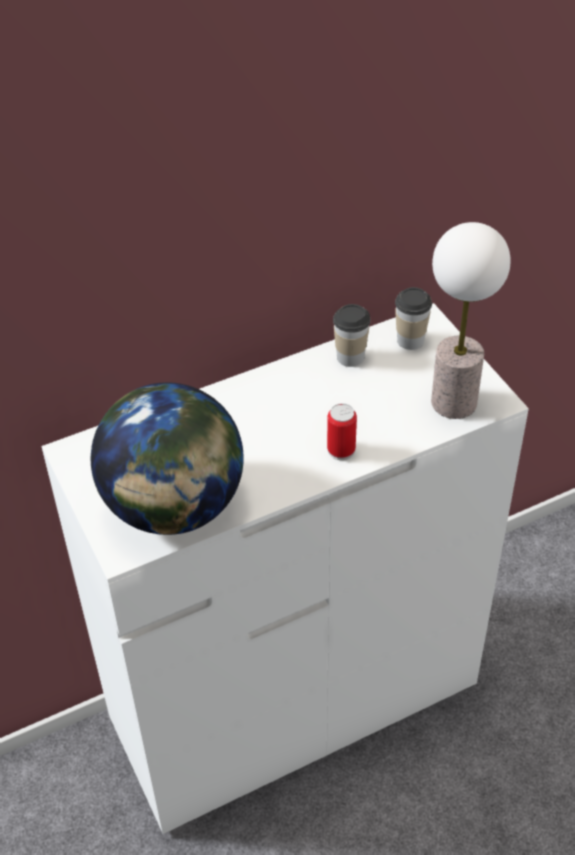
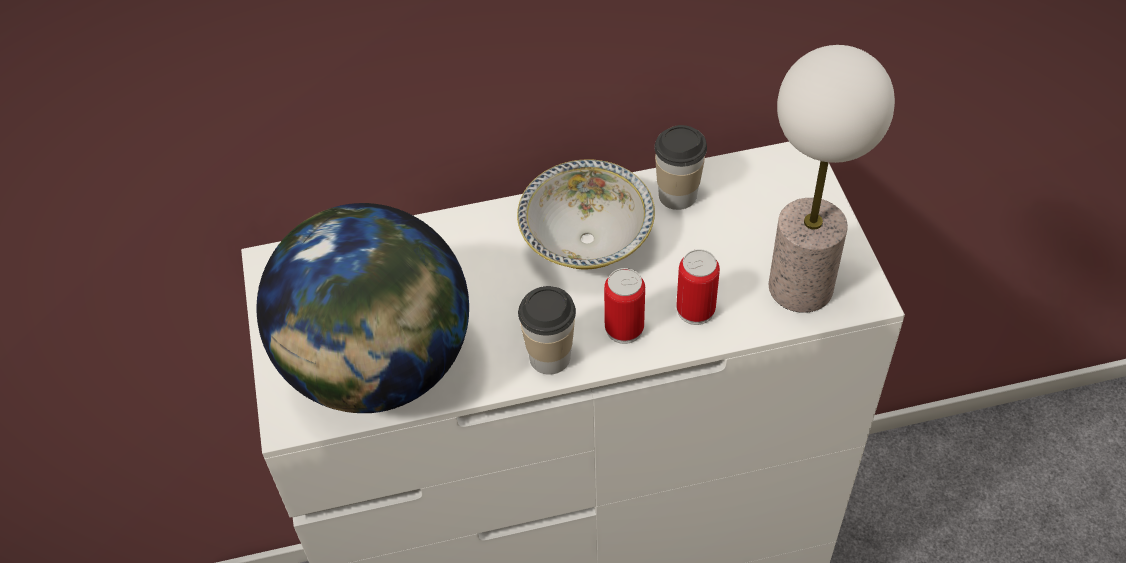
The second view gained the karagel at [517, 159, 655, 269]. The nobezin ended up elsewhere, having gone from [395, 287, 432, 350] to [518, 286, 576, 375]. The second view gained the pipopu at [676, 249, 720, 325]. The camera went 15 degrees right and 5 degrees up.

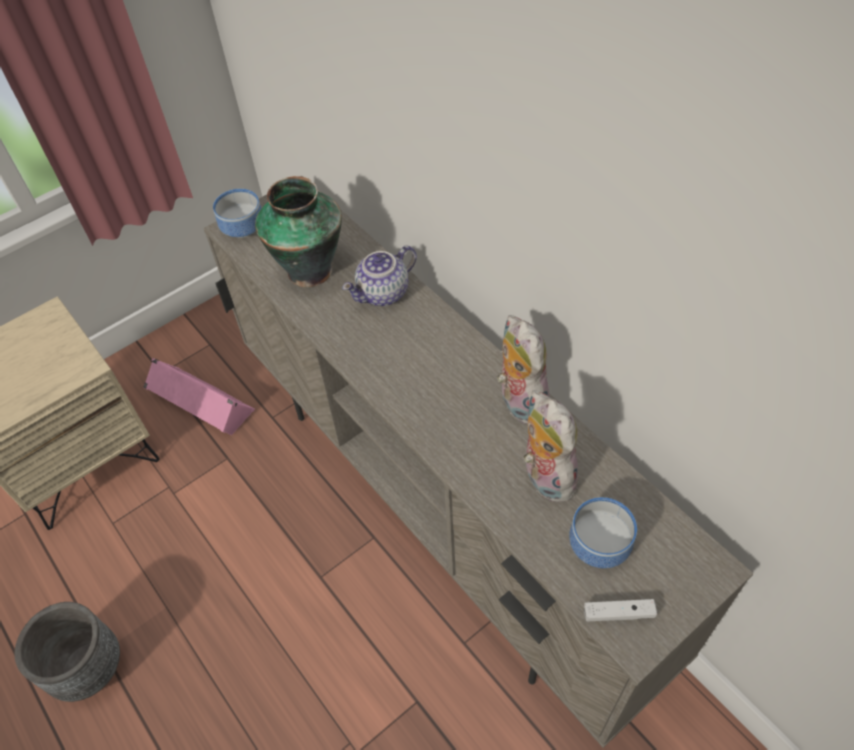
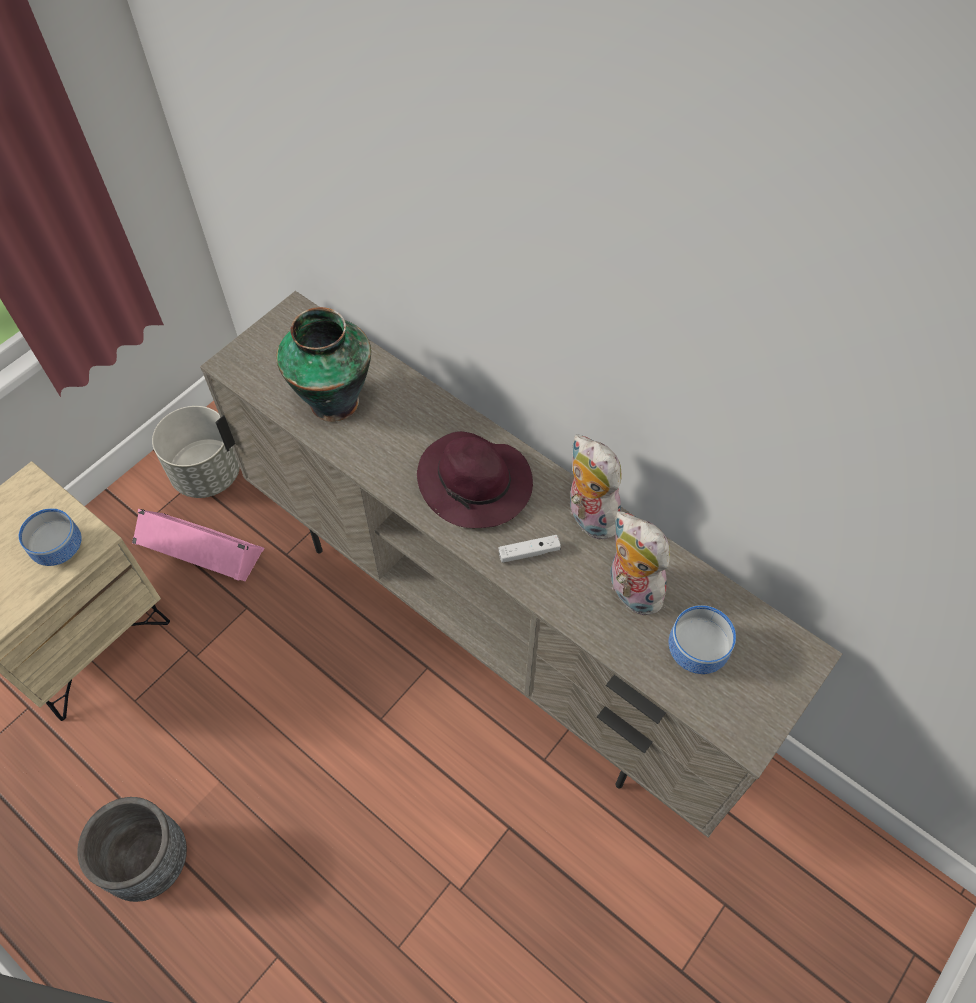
The karagel ended up elsewhere, having gone from [213, 189, 261, 238] to [19, 508, 82, 566]. The second view gained the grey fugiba at [152, 406, 240, 498]. The second view gained the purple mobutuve at [417, 431, 533, 528]. The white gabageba ended up elsewhere, having gone from [584, 599, 657, 621] to [499, 535, 561, 563]. The second view lost the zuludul at [342, 246, 417, 306]. The camera went 15 degrees left and 5 degrees up.

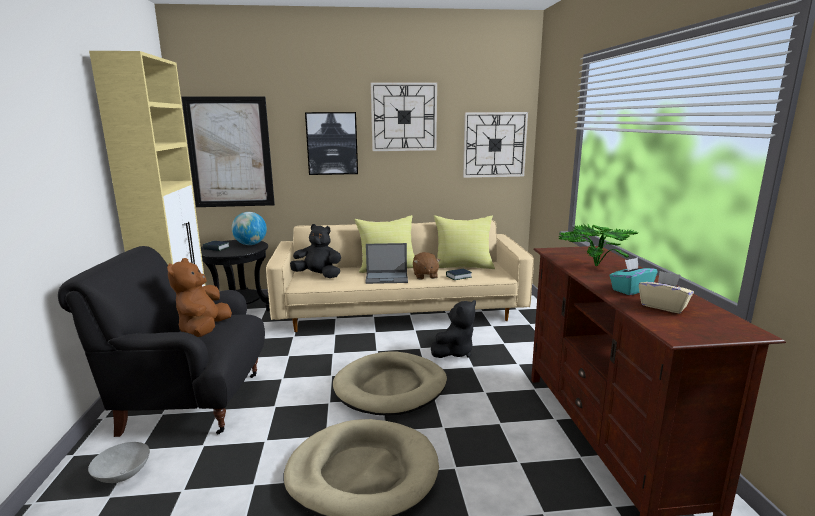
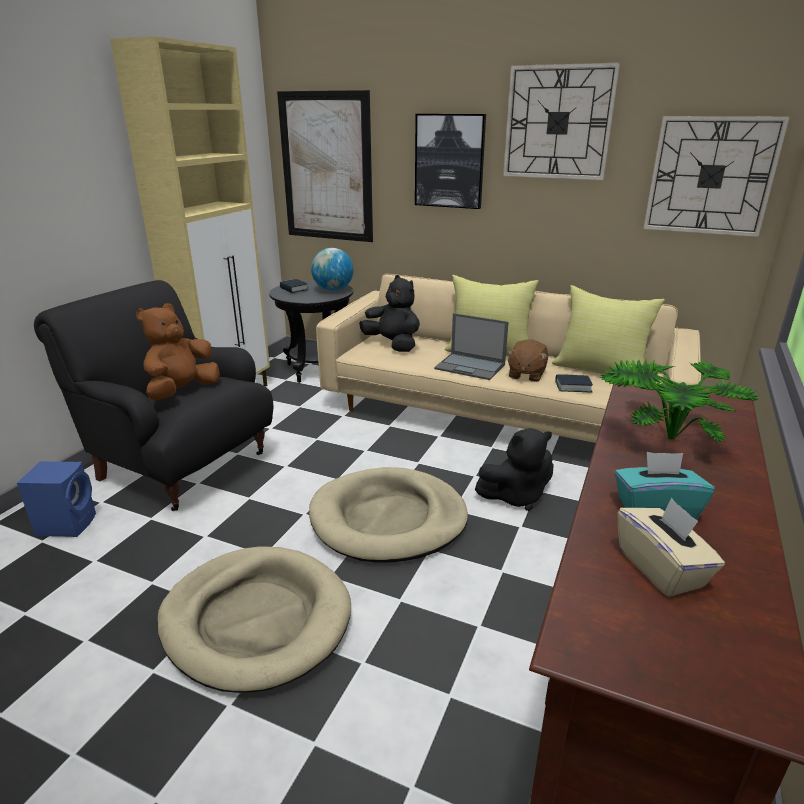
Where the grey karagel stood at [88, 442, 150, 483], the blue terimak came to stand at [17, 461, 96, 537]. The camera went 30 degrees right and 10 degrees up.

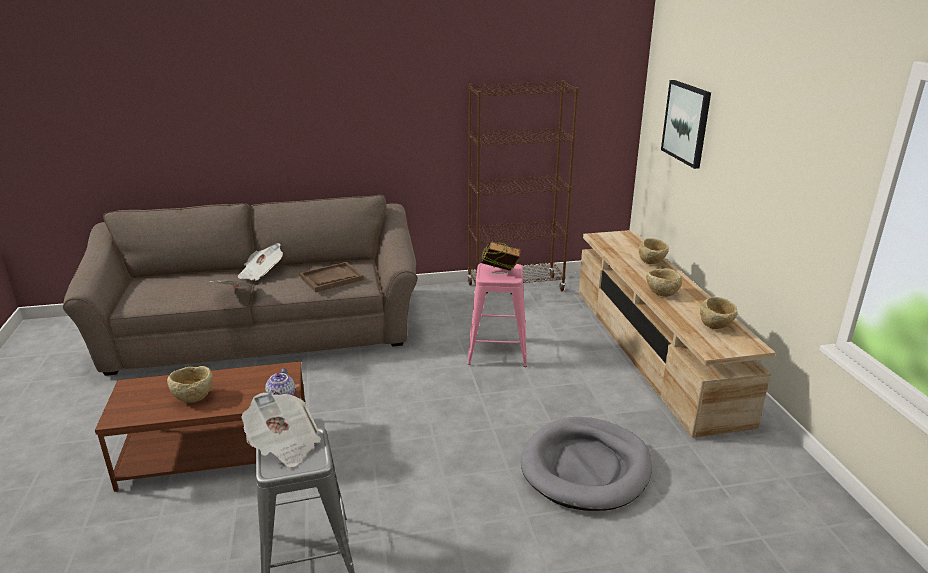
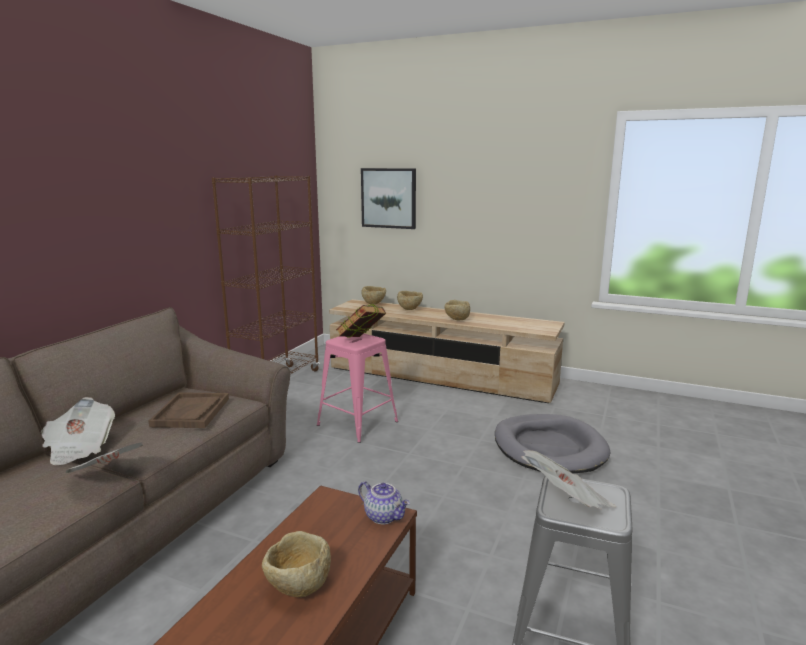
The beige karagel ended up elsewhere, having gone from [700, 297, 738, 329] to [361, 286, 386, 305]. The camera went 55 degrees left and 10 degrees down.

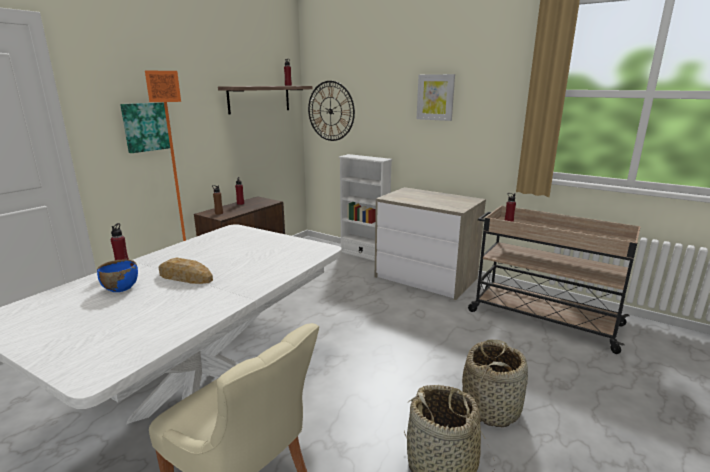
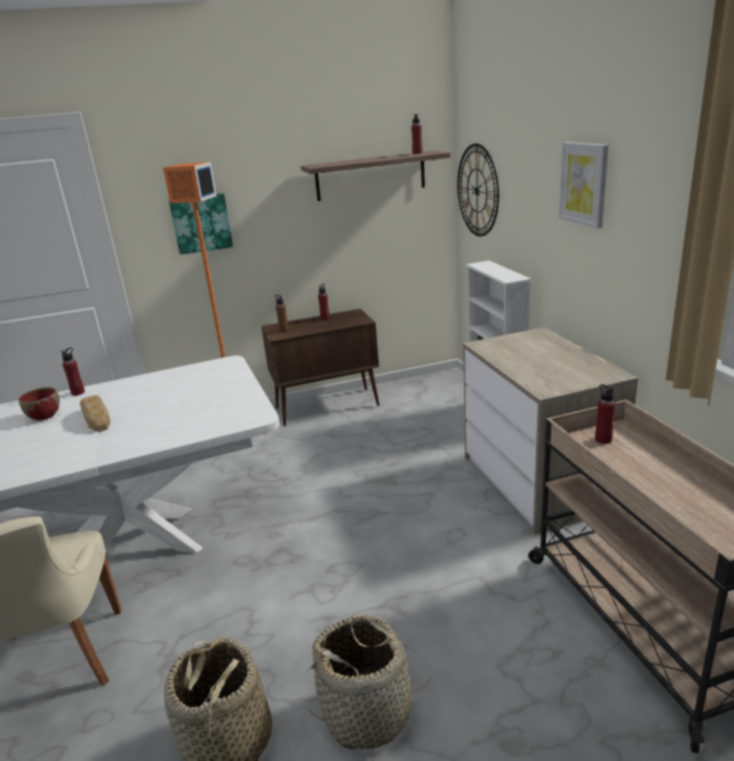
What was the blue karagel at [97, 259, 138, 292] turned into the red karagel at [19, 387, 60, 420]. The camera went 40 degrees right and 5 degrees up.

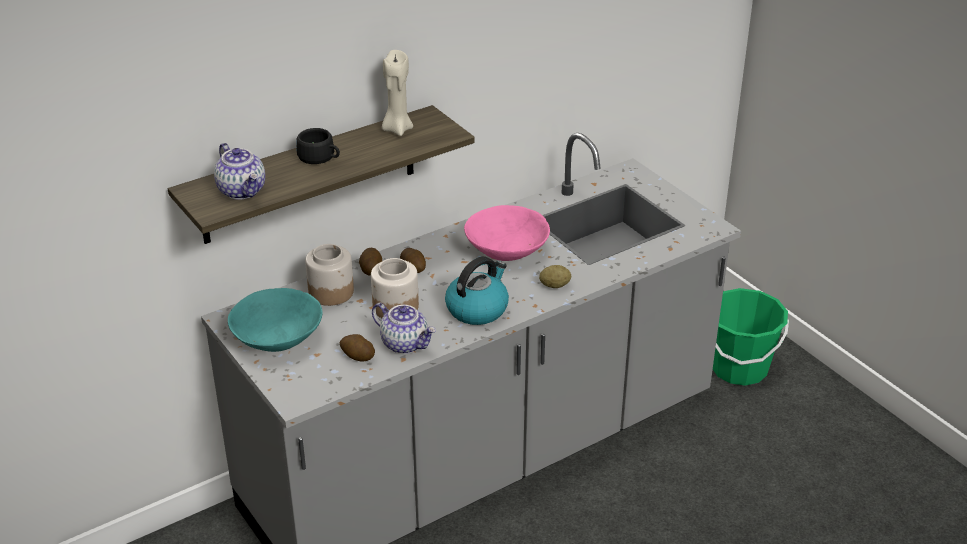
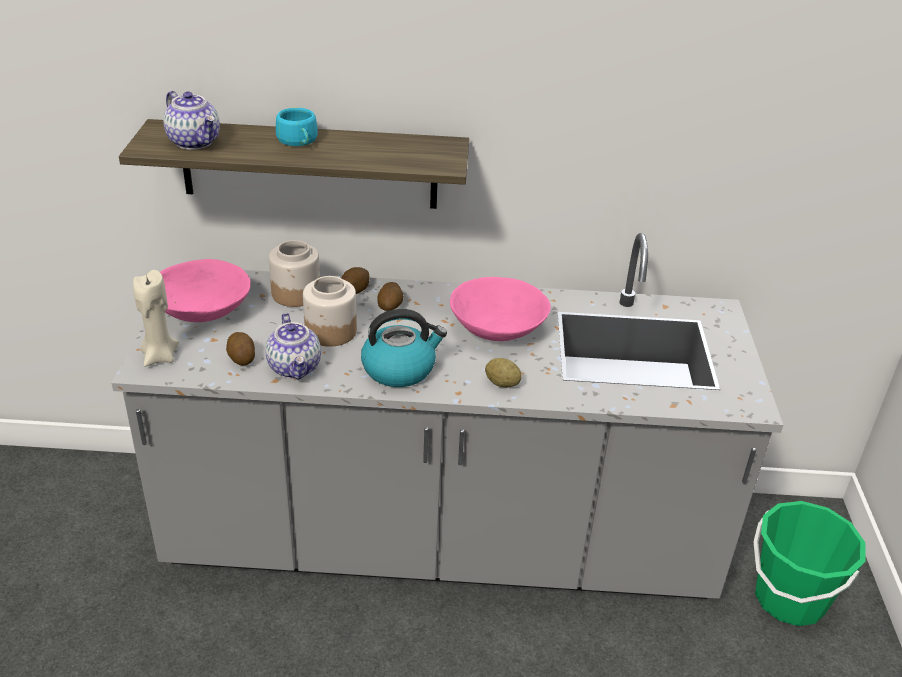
The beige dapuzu ended up elsewhere, having gone from [382, 50, 413, 136] to [133, 270, 179, 367]. What was the turquoise karagel at [228, 288, 323, 352] turned into the pink karagel at [160, 259, 251, 322]. The zuludul at [214, 143, 265, 200] ended up facing another way, 45 degrees counterclockwise from before. What was the black nobezin at [296, 128, 340, 164] turned into the turquoise nobezin at [276, 108, 318, 146]. The camera went 35 degrees right and 0 degrees up.

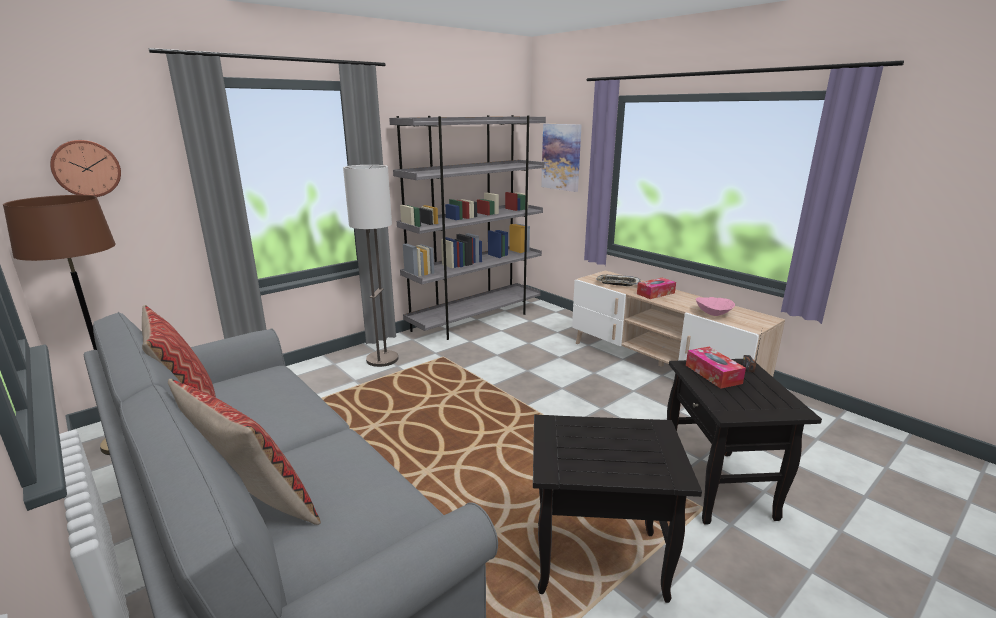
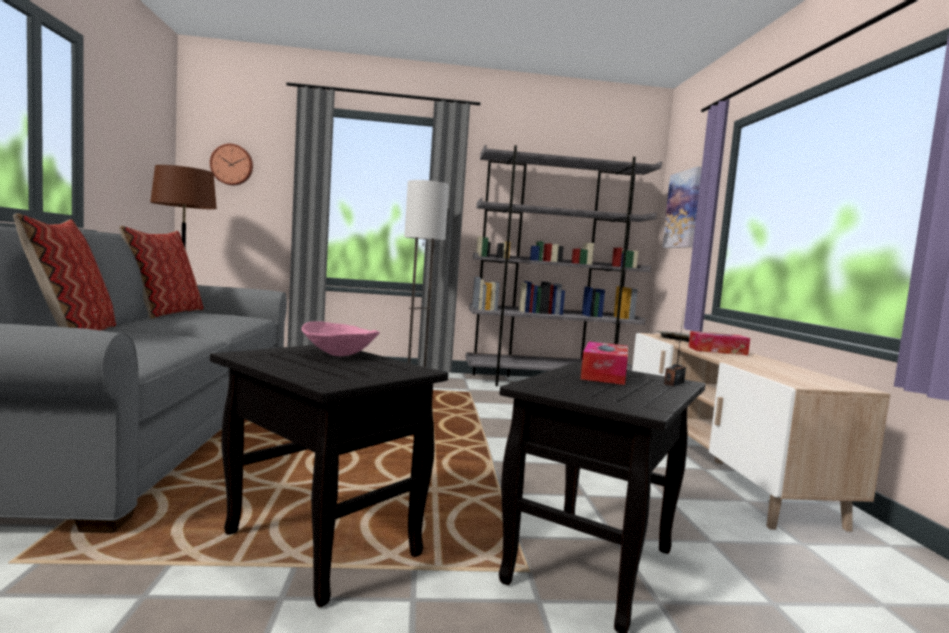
The pink karagel ended up elsewhere, having gone from [696, 297, 735, 316] to [302, 322, 380, 356]. The camera went 35 degrees right and 15 degrees down.

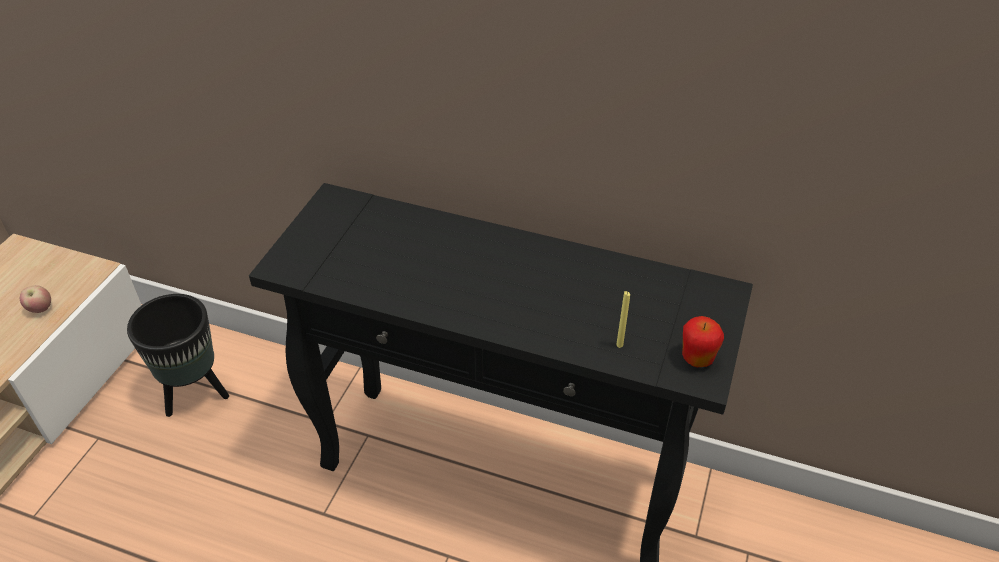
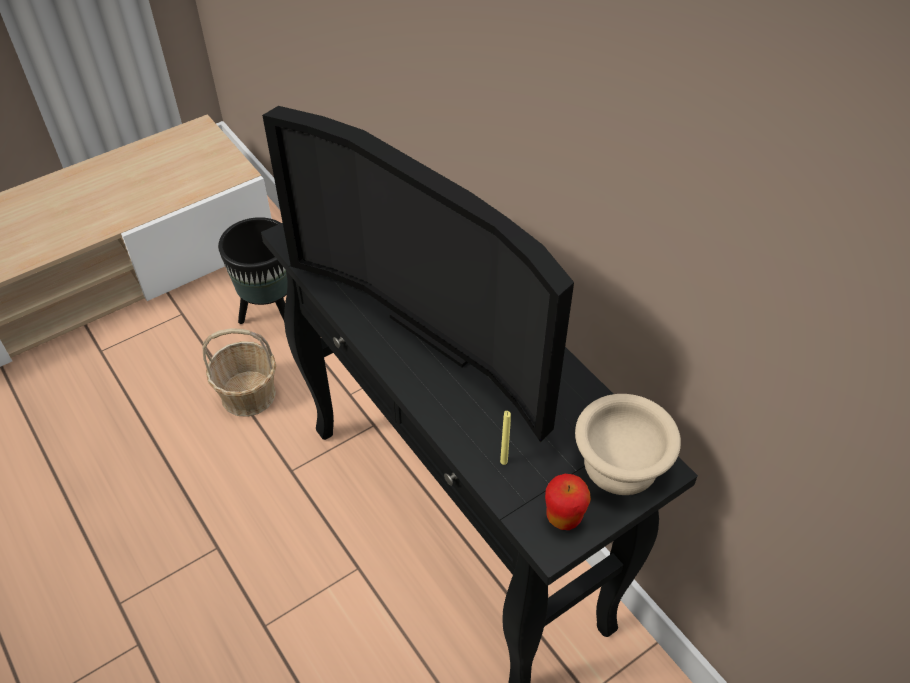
The second view gained the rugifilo at [202, 328, 276, 417]. The second view gained the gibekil at [262, 106, 574, 442]. The second view gained the beige karagel at [575, 394, 681, 495]. The second view lost the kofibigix at [20, 285, 51, 313]. The camera went 35 degrees right and 5 degrees up.

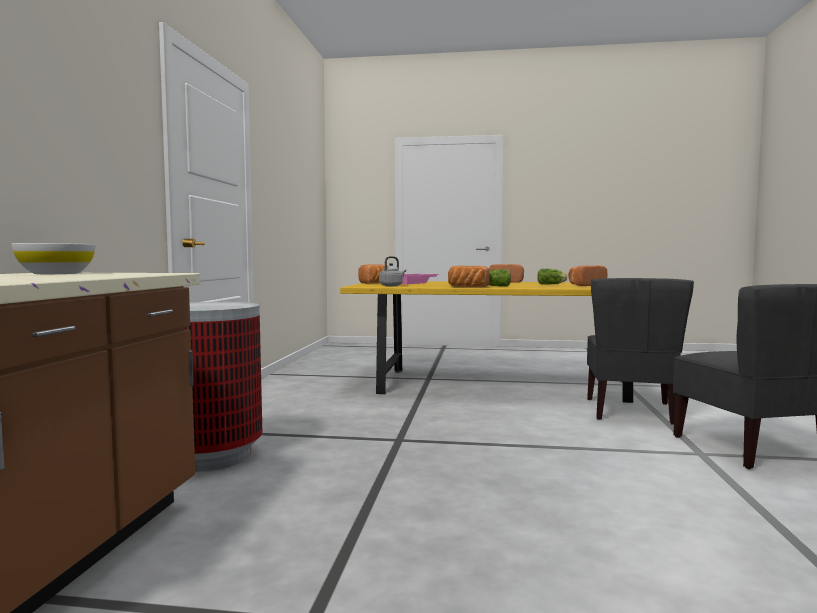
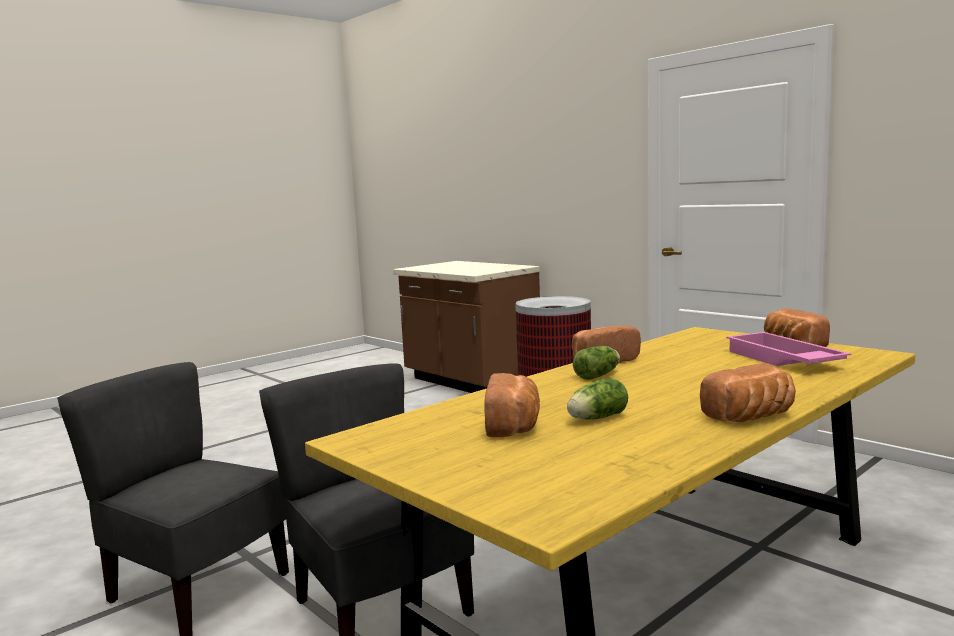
The second view lost the white karagel at [12, 243, 95, 274]. The second view lost the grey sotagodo at [379, 256, 406, 286]. The camera went 130 degrees right and 5 degrees up.

